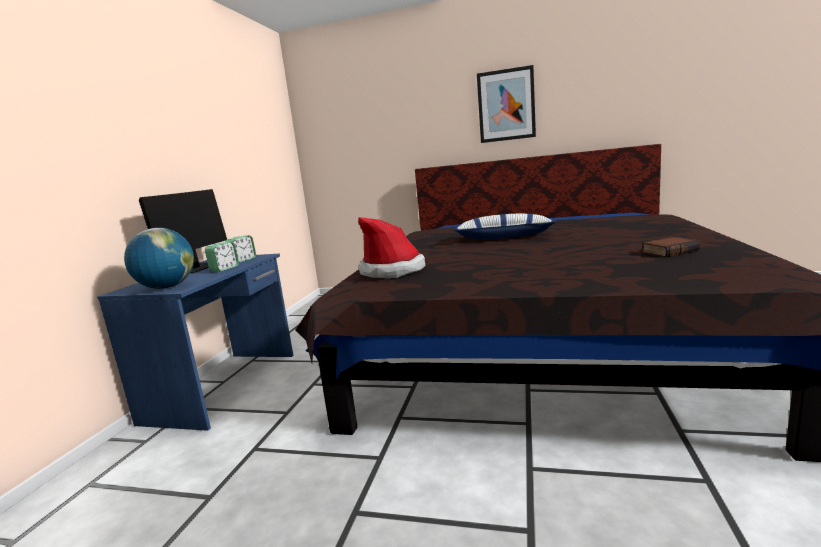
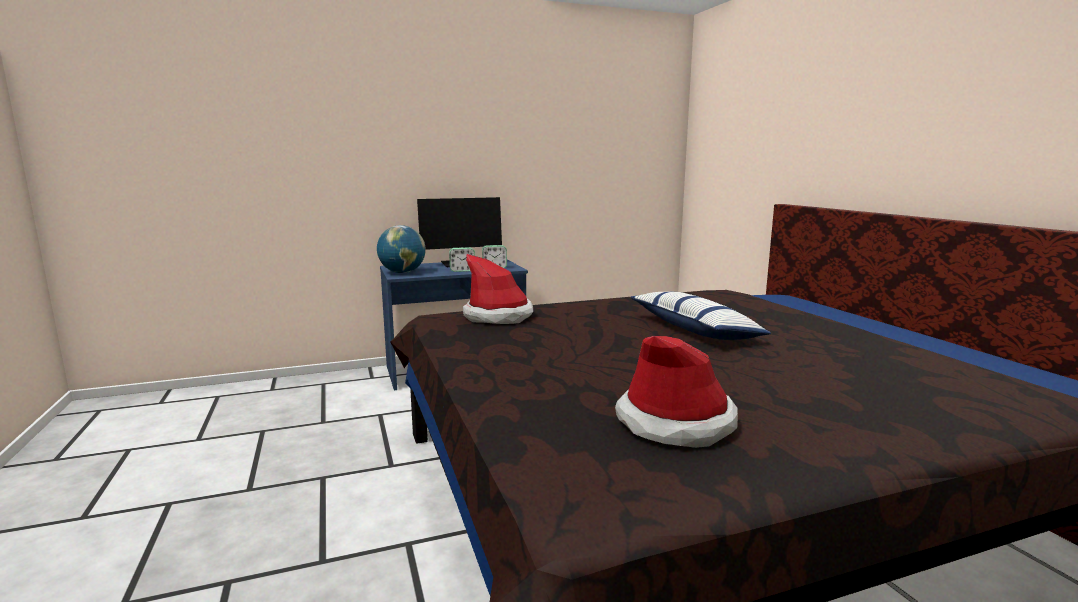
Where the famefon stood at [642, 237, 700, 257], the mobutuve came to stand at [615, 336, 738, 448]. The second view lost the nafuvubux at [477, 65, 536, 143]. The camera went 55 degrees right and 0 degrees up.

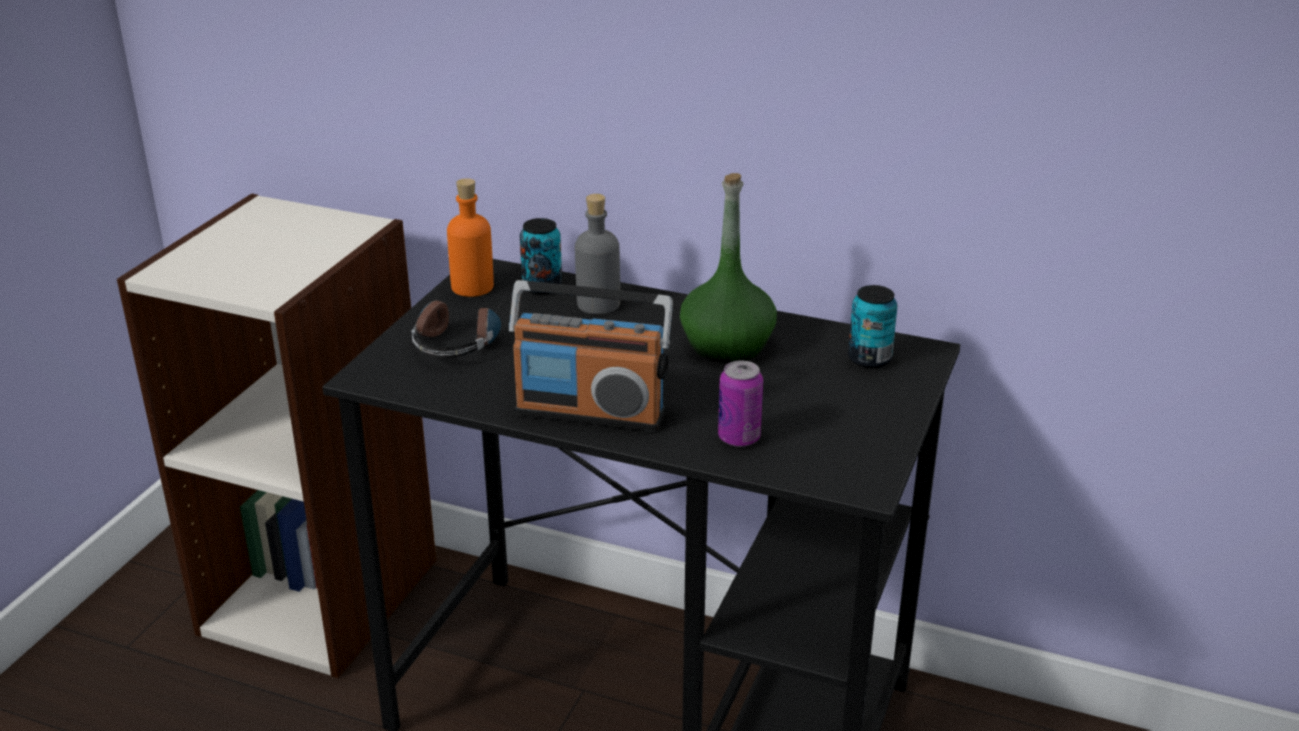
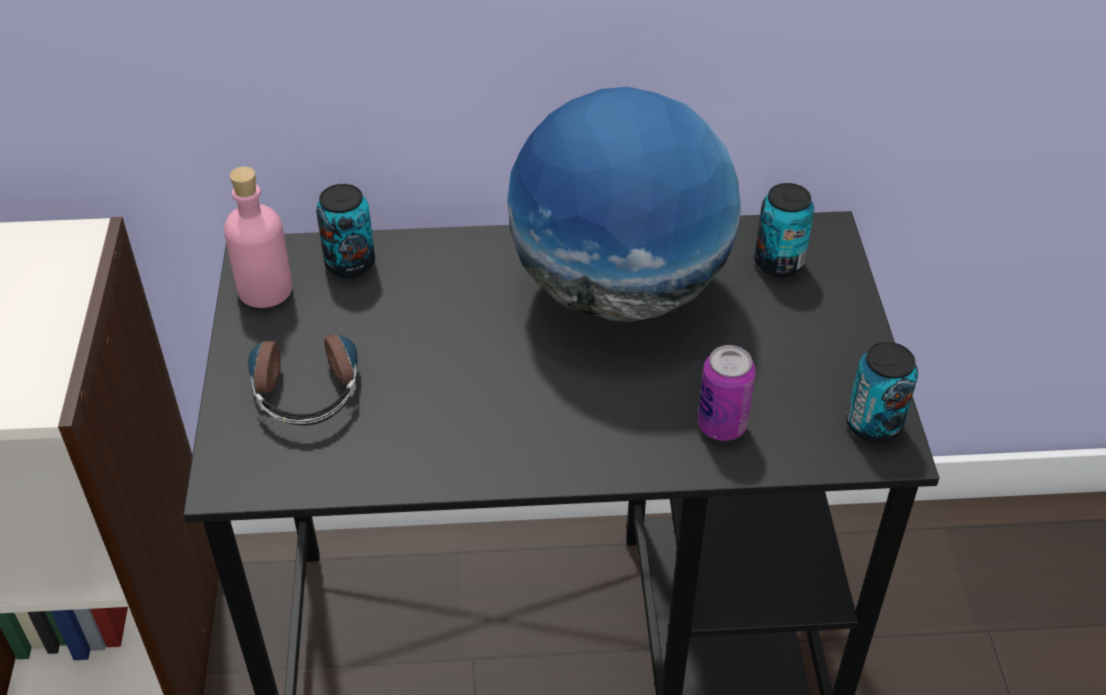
What was the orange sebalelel at [447, 178, 494, 297] turned into the pink sebalelel at [224, 167, 292, 308]. Where the green sebalelel stood at [680, 173, 777, 363], the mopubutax came to stand at [507, 87, 741, 322]. The second view gained the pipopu at [846, 342, 918, 443]. The second view lost the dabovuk at [509, 280, 673, 432]. The second view lost the grey sebalelel at [575, 194, 620, 314]. The camera went 25 degrees left and 15 degrees up.

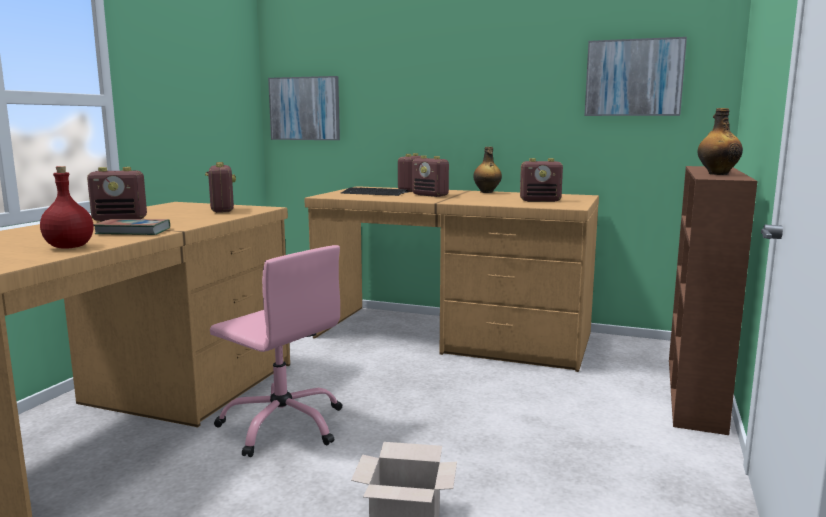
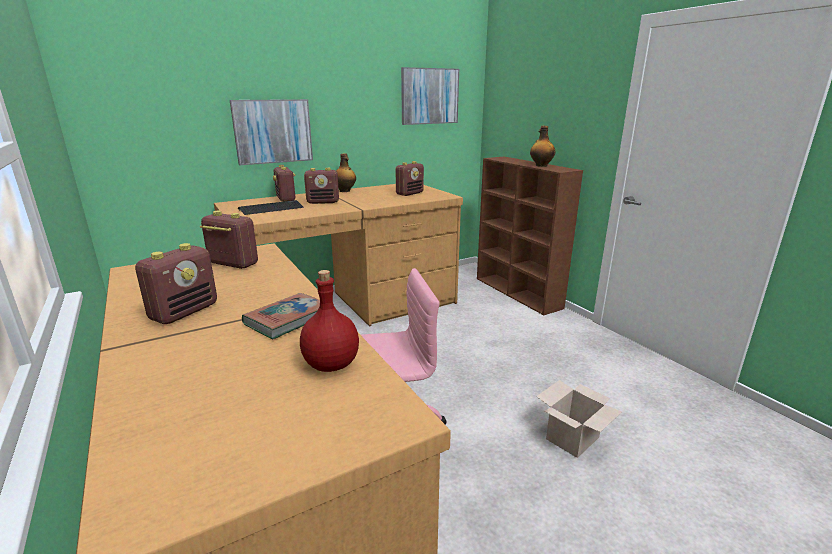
The nafuvubux ended up elsewhere, having gone from [268, 76, 340, 140] to [230, 99, 313, 165]. The camera went 50 degrees left and 10 degrees up.

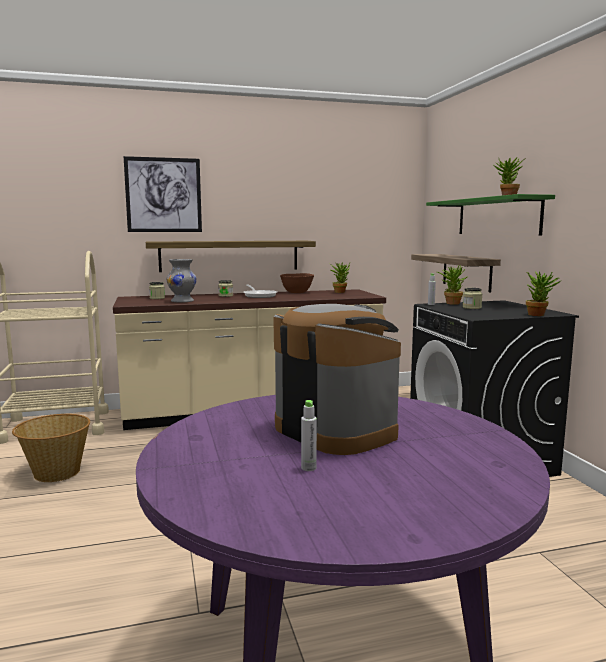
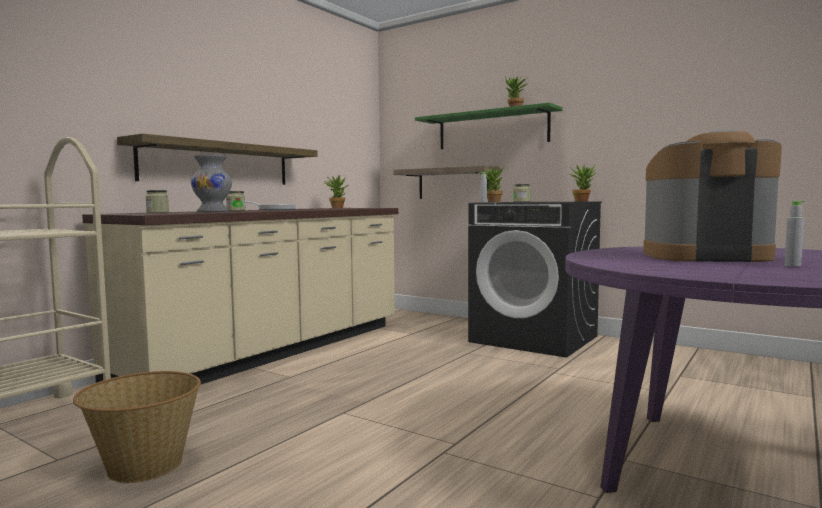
The second view lost the nafuvubux at [124, 156, 202, 232]. The second view lost the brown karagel at [280, 273, 314, 293]. The camera went 40 degrees left and 5 degrees down.

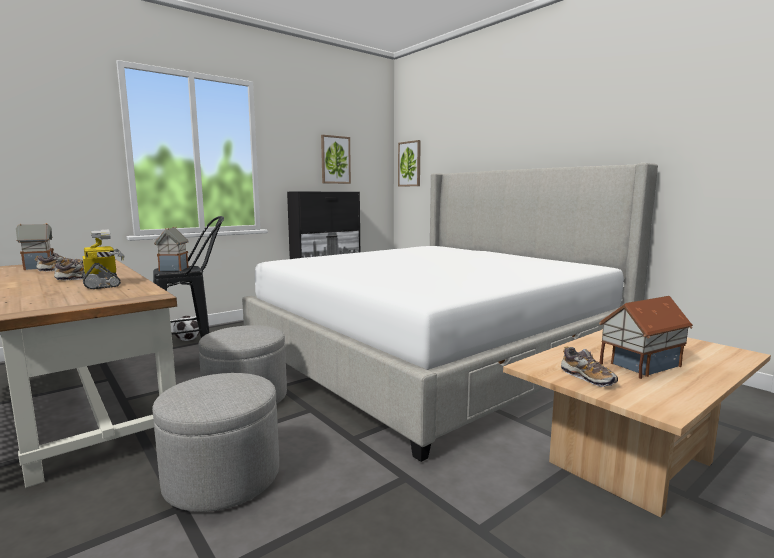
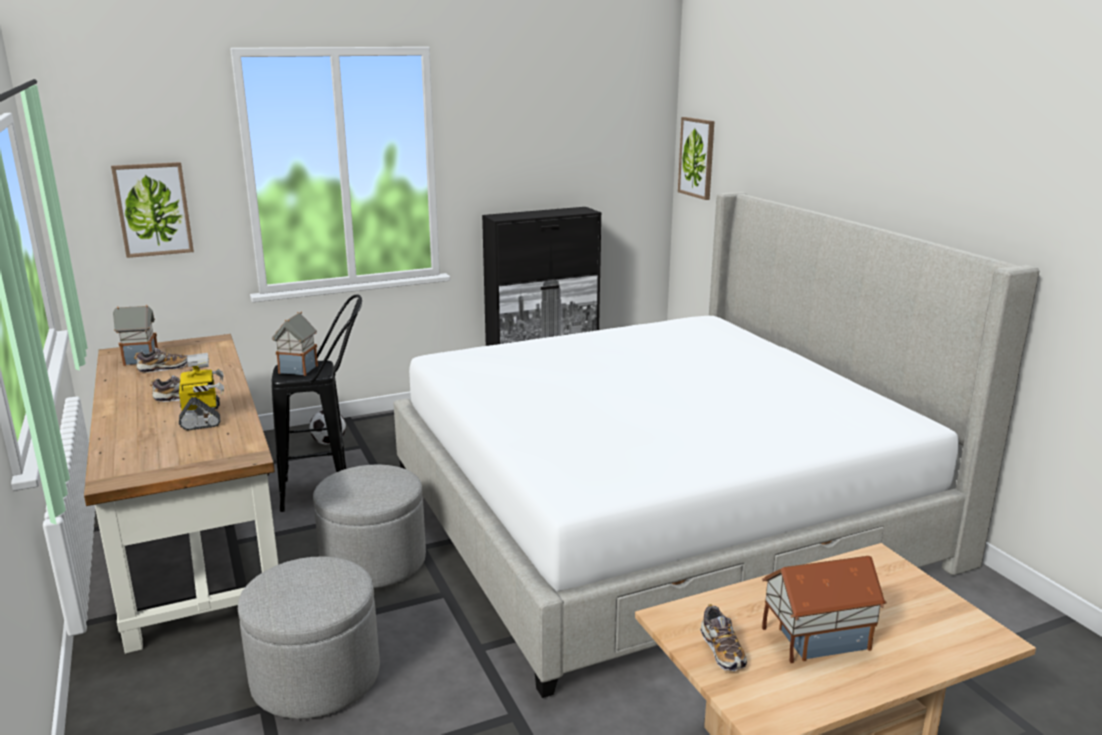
The nafuvubux ended up elsewhere, having gone from [321, 135, 351, 184] to [111, 162, 194, 258]. The camera went 15 degrees right and 10 degrees up.

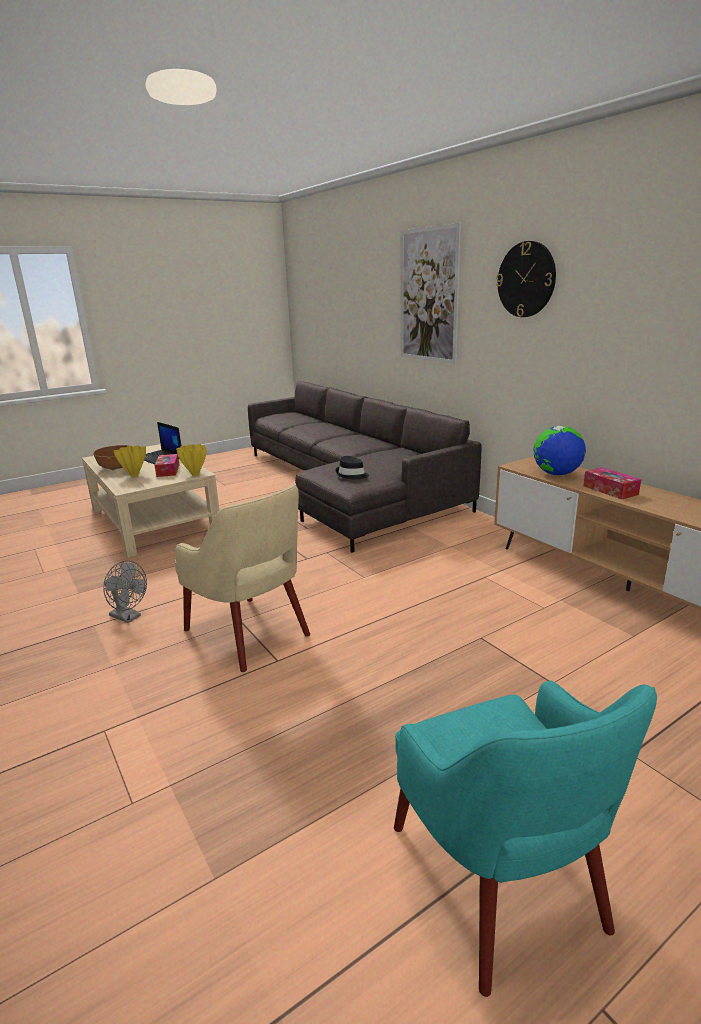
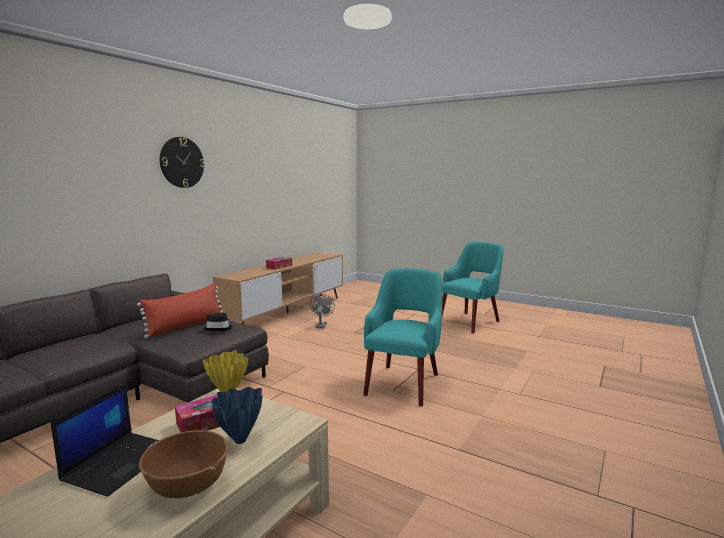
The second view gained the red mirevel at [137, 283, 223, 338]. What was the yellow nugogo at [113, 446, 146, 477] turned into the blue nugogo at [211, 387, 263, 444]. The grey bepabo ended up elsewhere, having gone from [103, 561, 147, 623] to [310, 294, 335, 328]. What was the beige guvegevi at [174, 485, 310, 672] turned into the turquoise guvegevi at [363, 268, 442, 406]. The second view lost the nafuvubux at [401, 223, 461, 364]. The second view lost the mopubutax at [533, 426, 586, 476]. The camera went 115 degrees left and 10 degrees down.

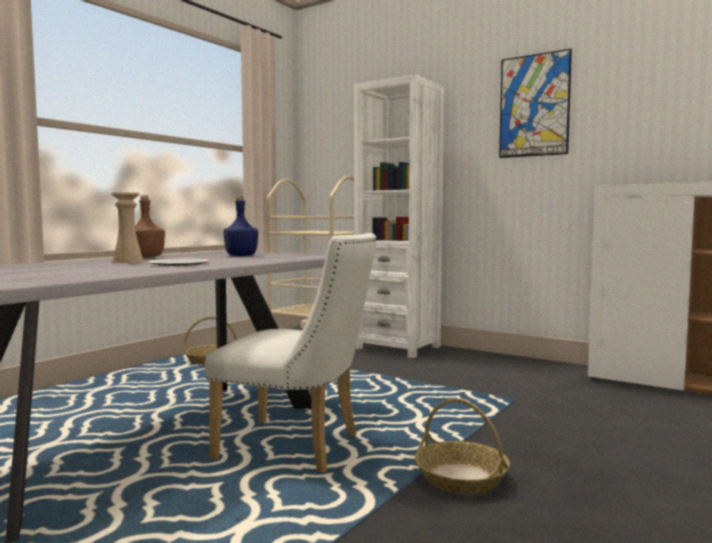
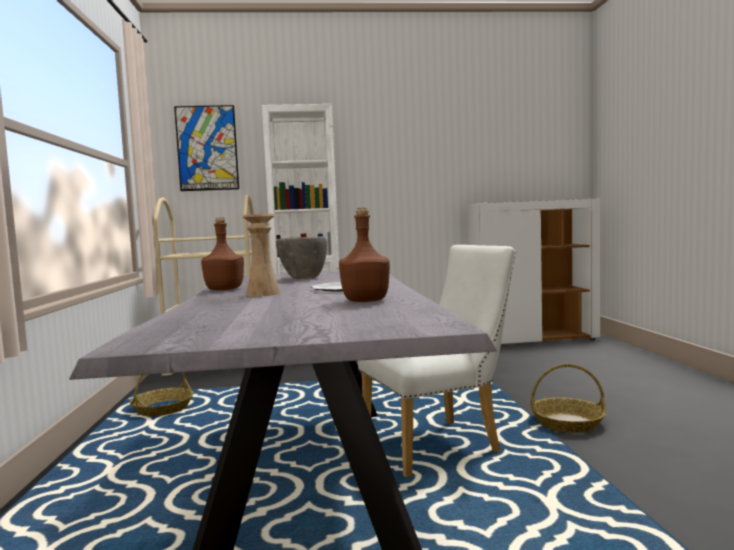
The nafuvubux ended up elsewhere, having gone from [499, 49, 572, 158] to [174, 105, 239, 191]. Where the blue sebalelel stood at [224, 196, 258, 256], the grey karagel came to stand at [276, 236, 327, 279]. The second view gained the brown sebalelel at [339, 208, 390, 302]. The camera went 40 degrees left and 0 degrees up.

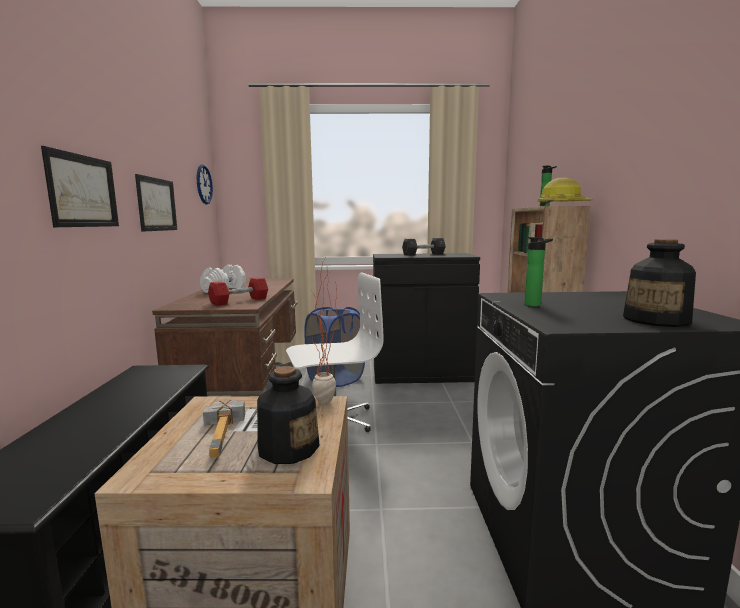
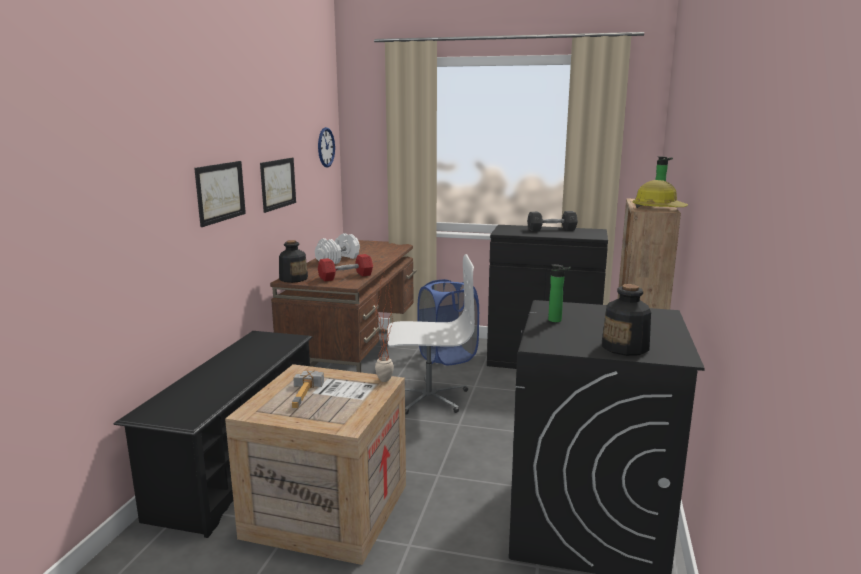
The sebalelel ended up elsewhere, having gone from [257, 366, 320, 464] to [279, 240, 308, 283]. The camera went 15 degrees right and 5 degrees up.

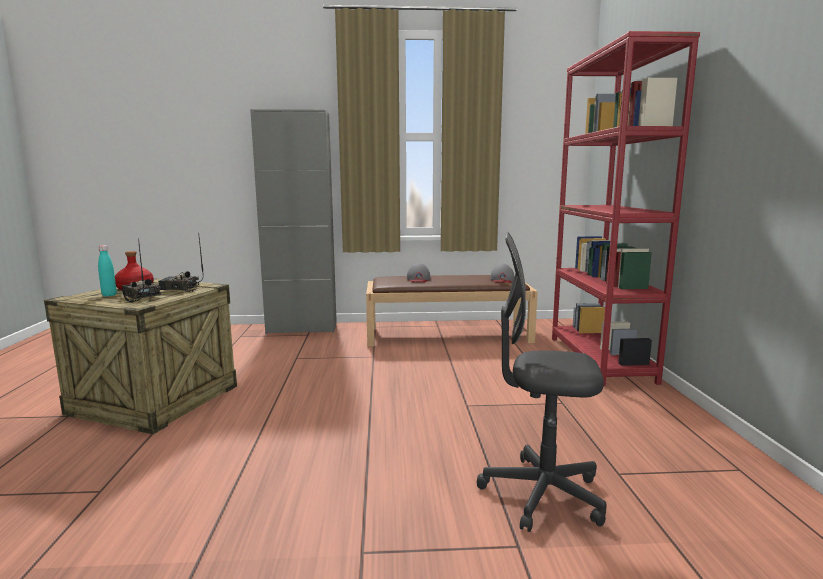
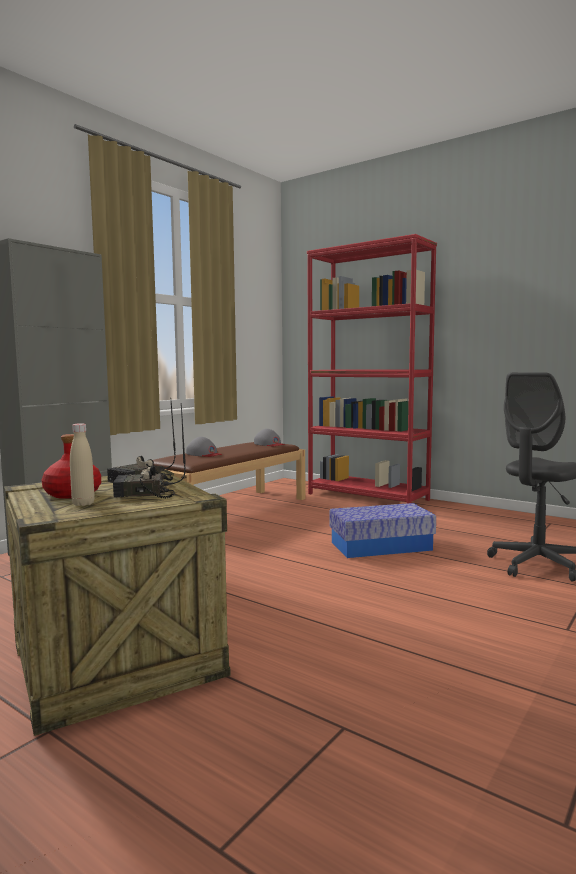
What was the turquoise sebalelel at [98, 245, 117, 297] turned into the beige sebalelel at [70, 423, 95, 506]. The second view gained the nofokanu at [330, 503, 436, 558]. The camera went 50 degrees left and 5 degrees down.

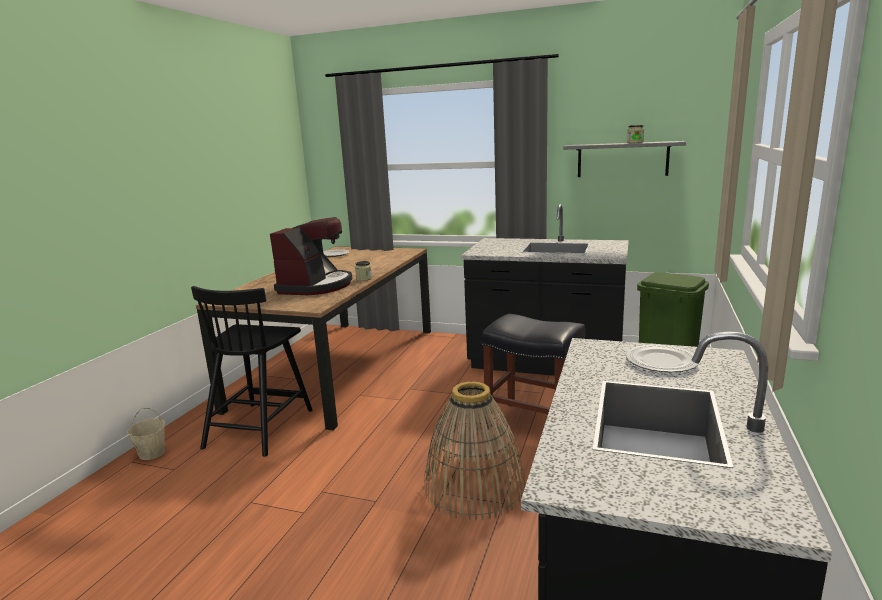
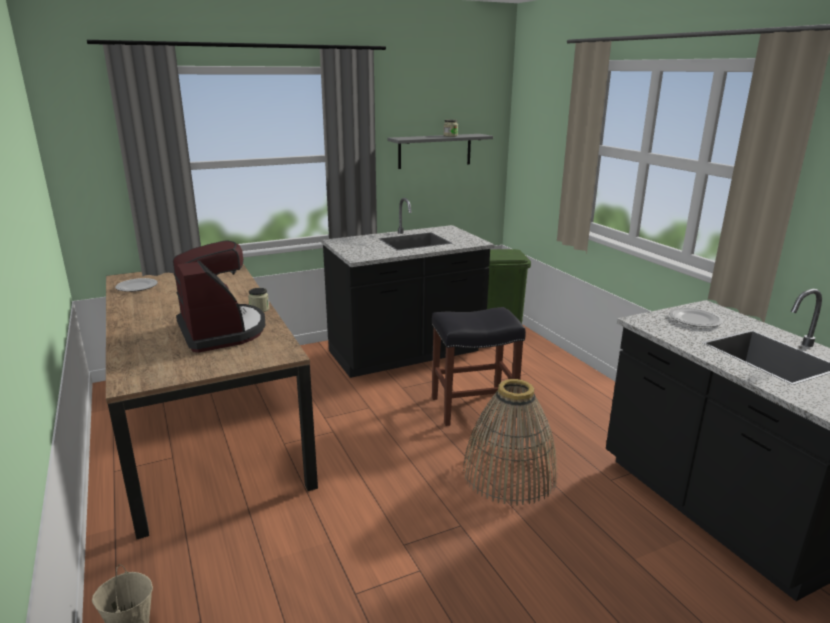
The second view lost the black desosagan at [191, 286, 313, 457]. The camera went 45 degrees left and 5 degrees up.

